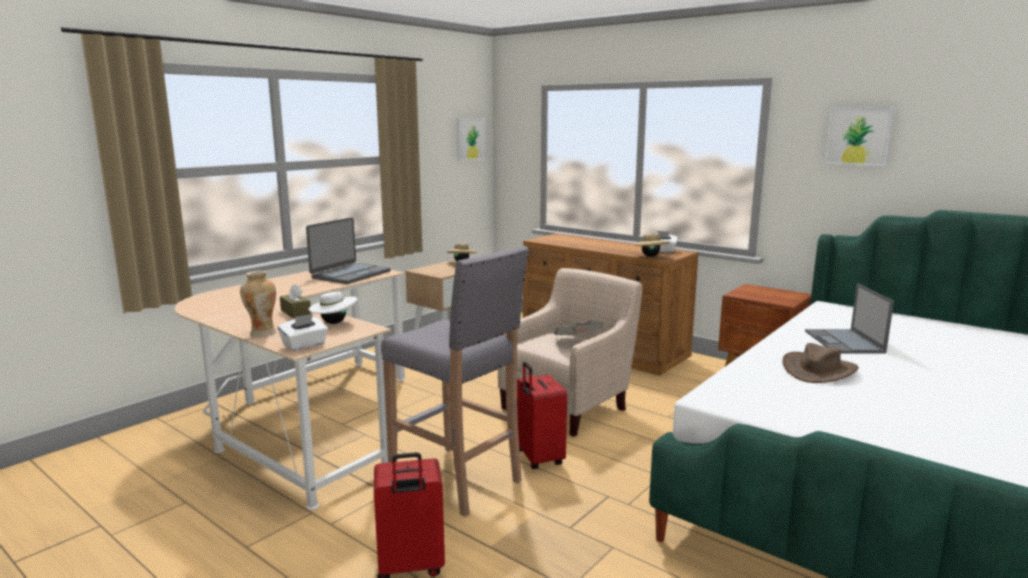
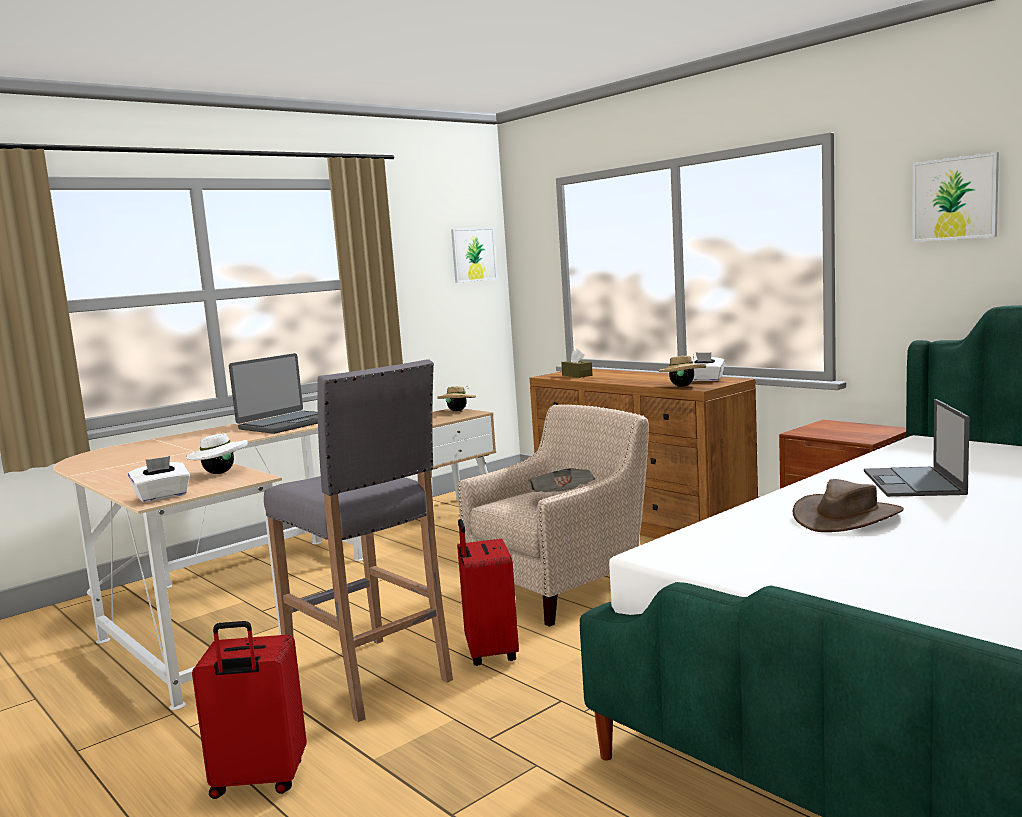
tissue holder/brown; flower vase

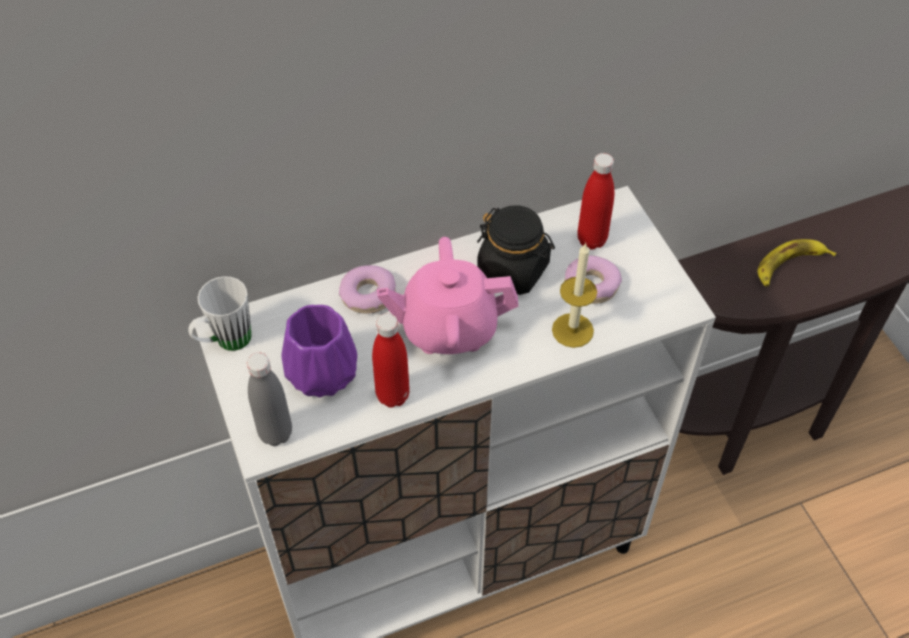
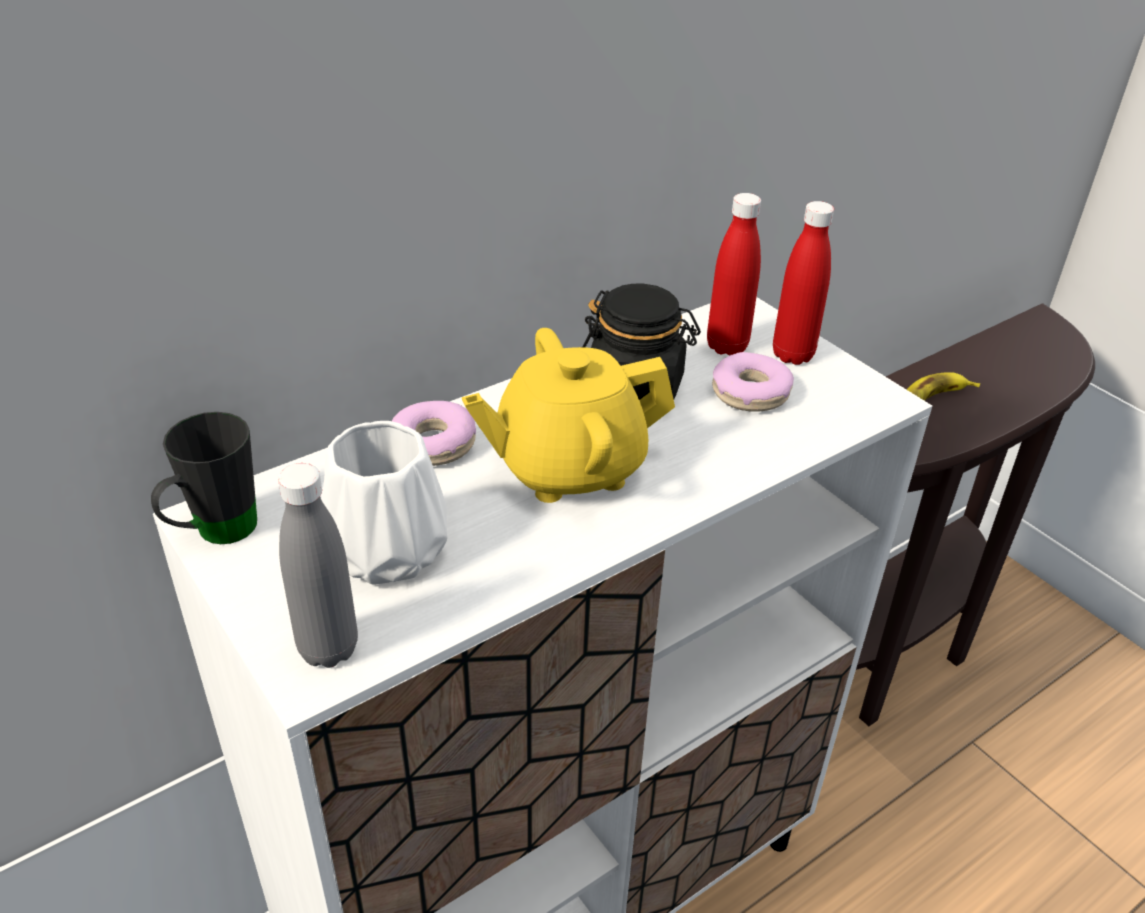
mug/blackish; flower vase/white-coloured; pot for tea/yellow-coloured; bottle/red (2nd from left); wax candle

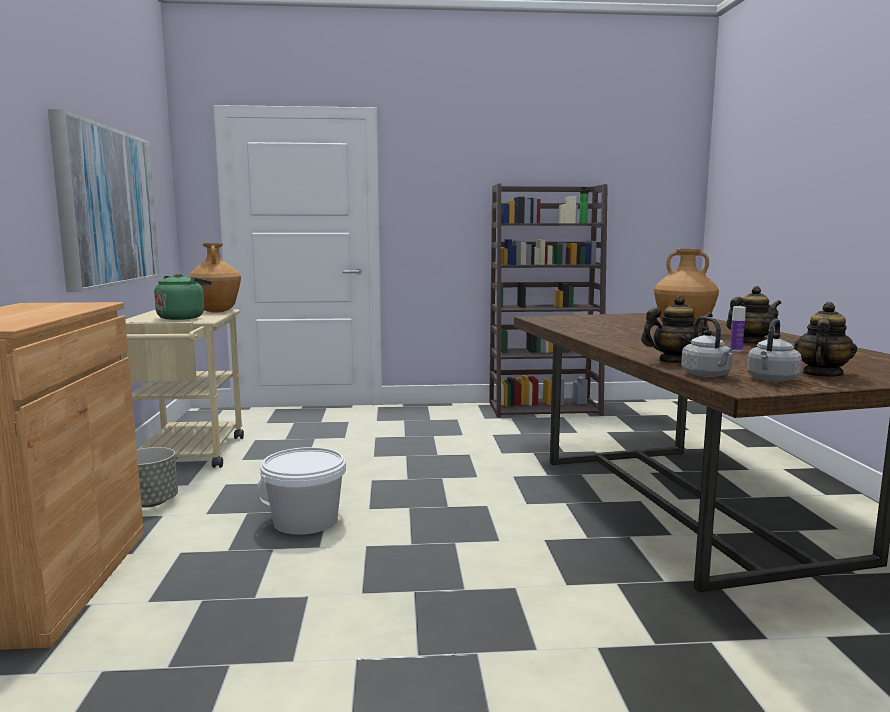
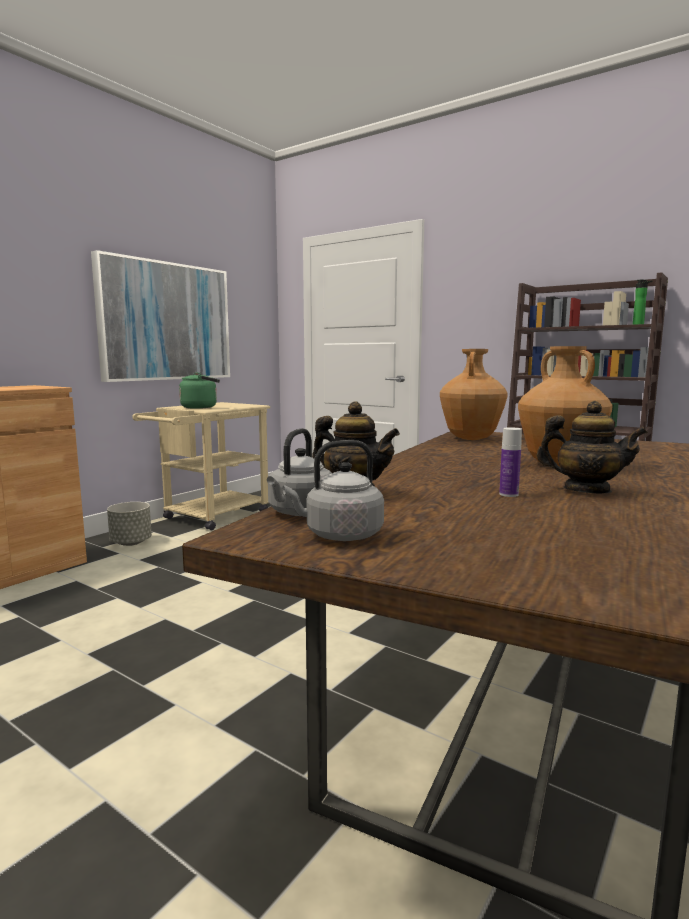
flower vase/brown (1st from left); bucket/white-coloured; pot for tea (3rd from left in the first image)

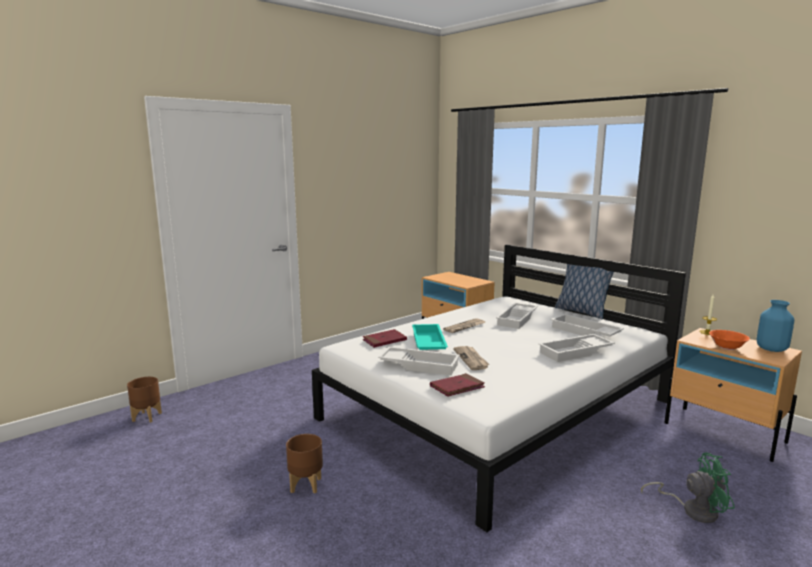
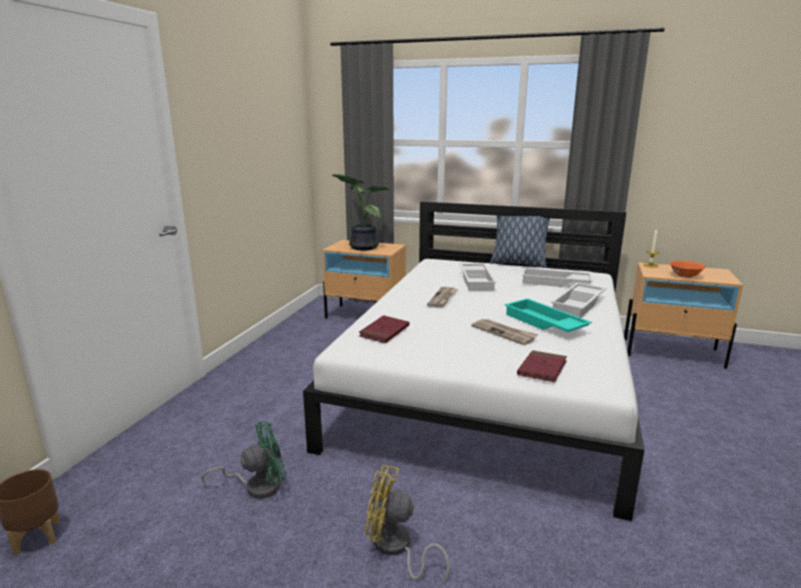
electric fan/green; plant in a pot; electric fan/yellow-coloured; carrying tray/turquoise-coloured; carrying tray/white-coloured (1st from left in the first image); flower vase/blue-coloured

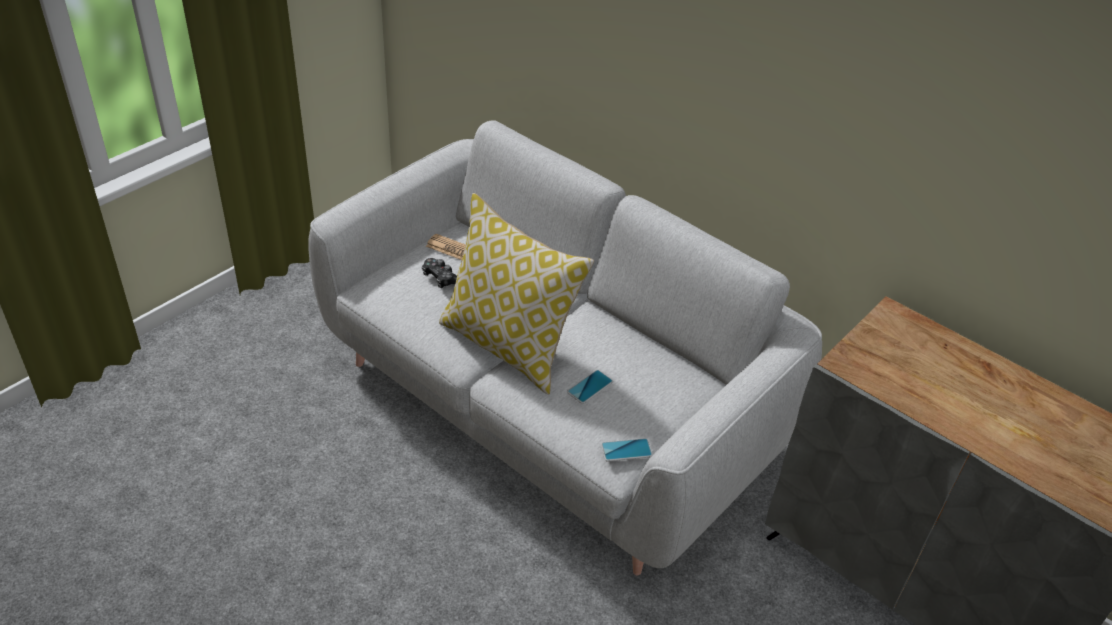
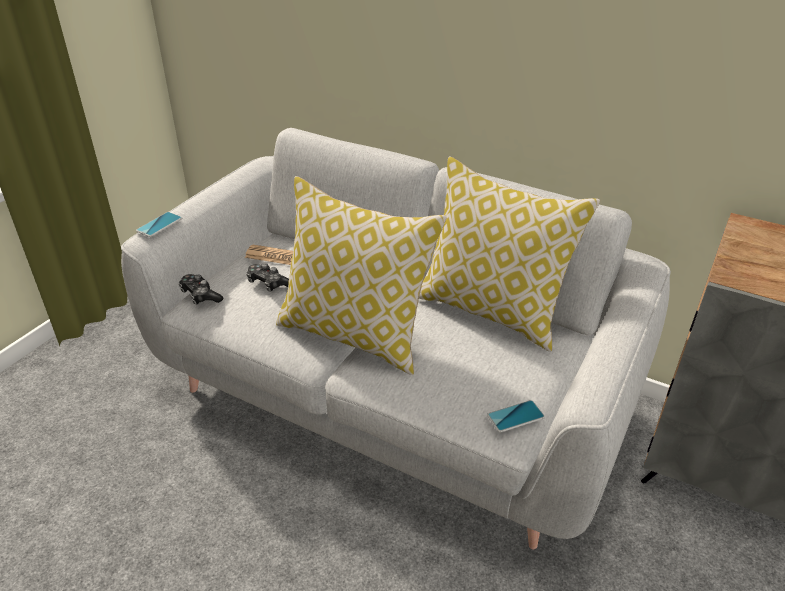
phone (1st from left); game controller (1st from left); pillow (2nd from left)

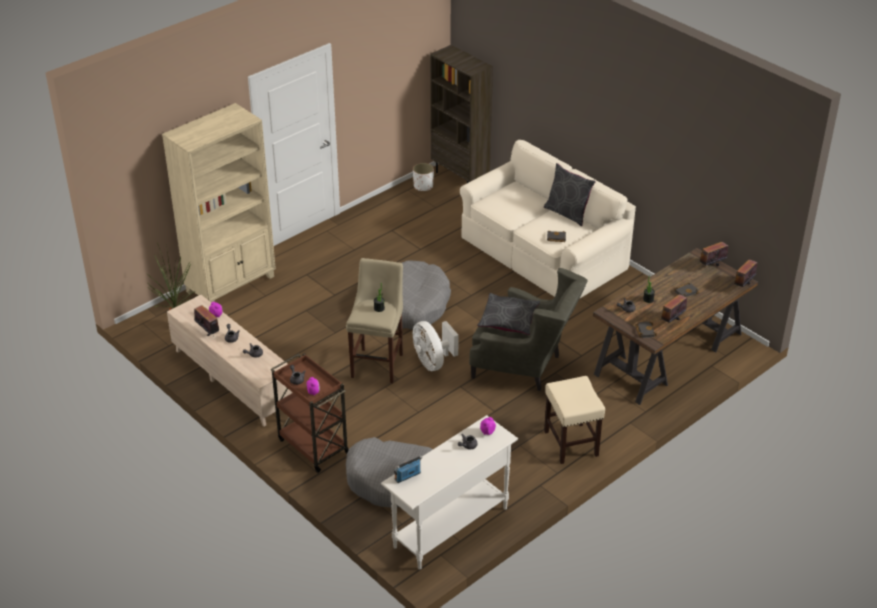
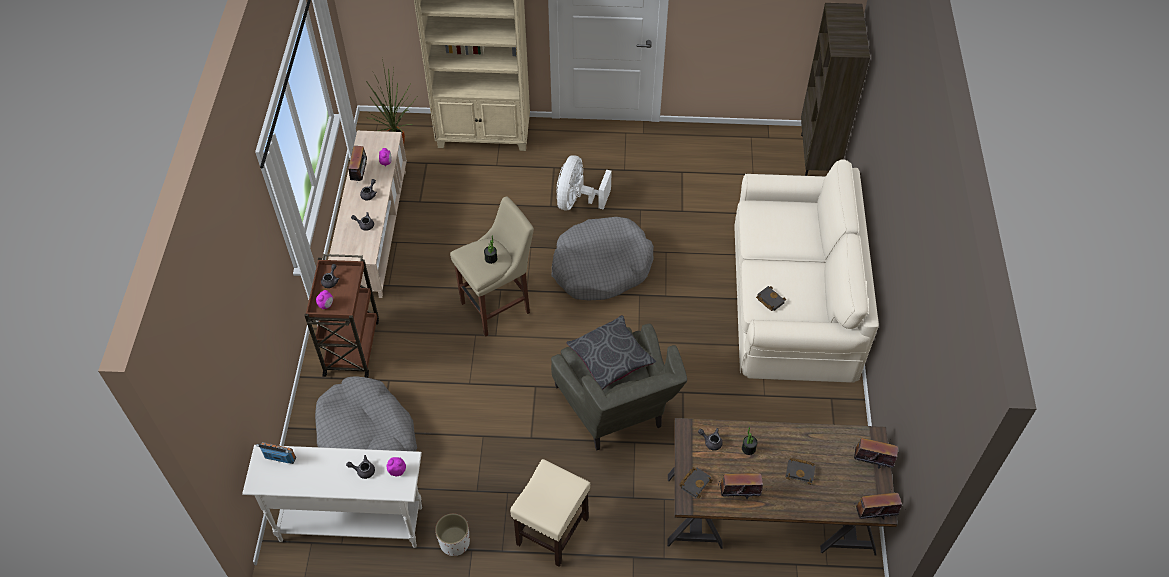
planter/white-coloured; electric fan/white-coloured; pillow/greyish (2nd from left in the first image)

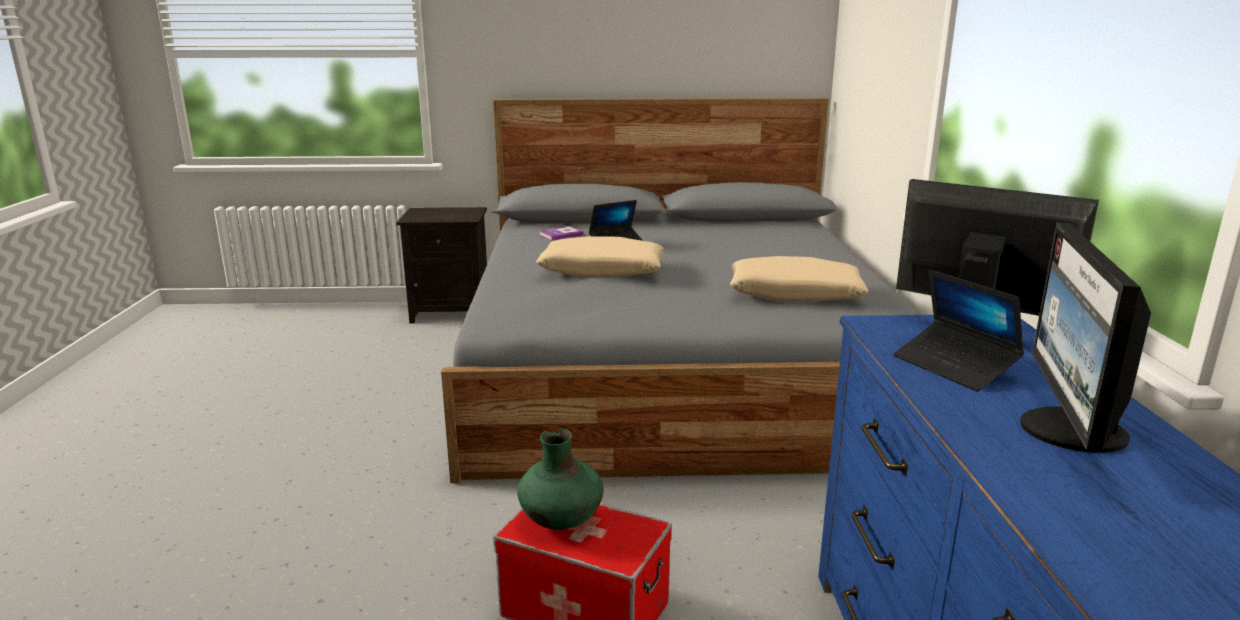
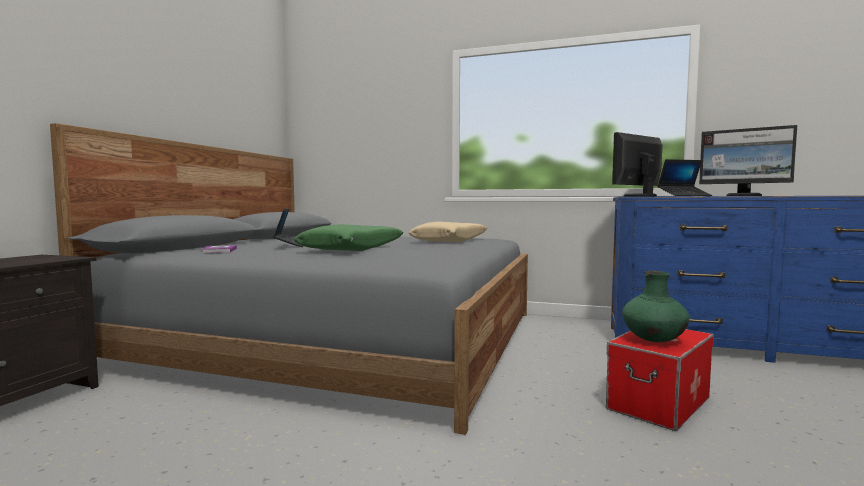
pillow/green

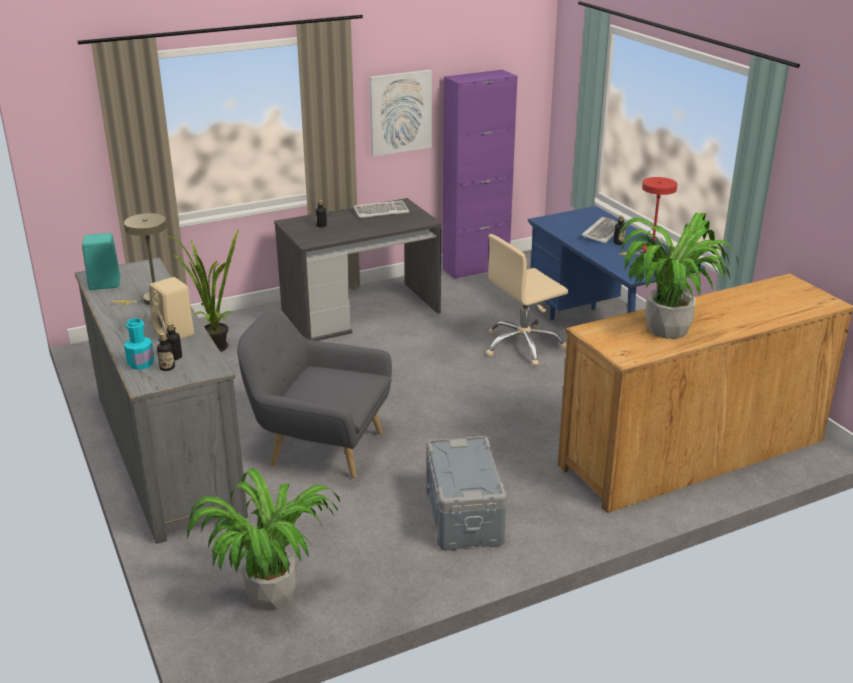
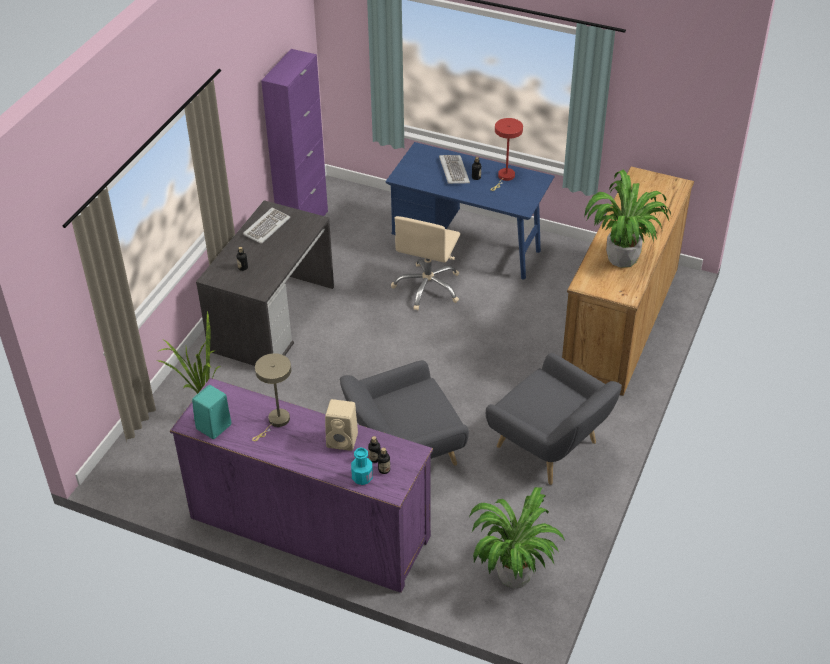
drawer chest/purple-coloured; easy chair/greyish (2nd from left); wall picture

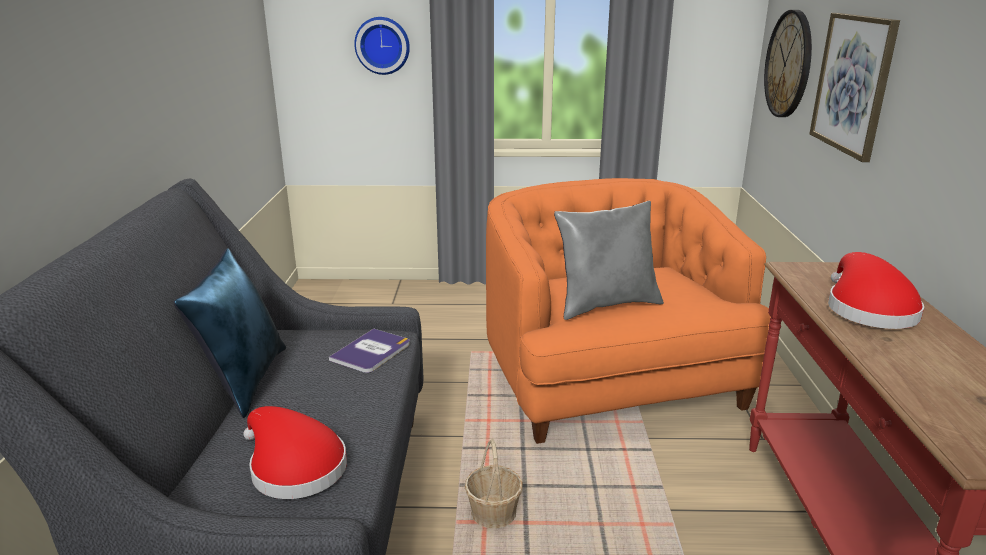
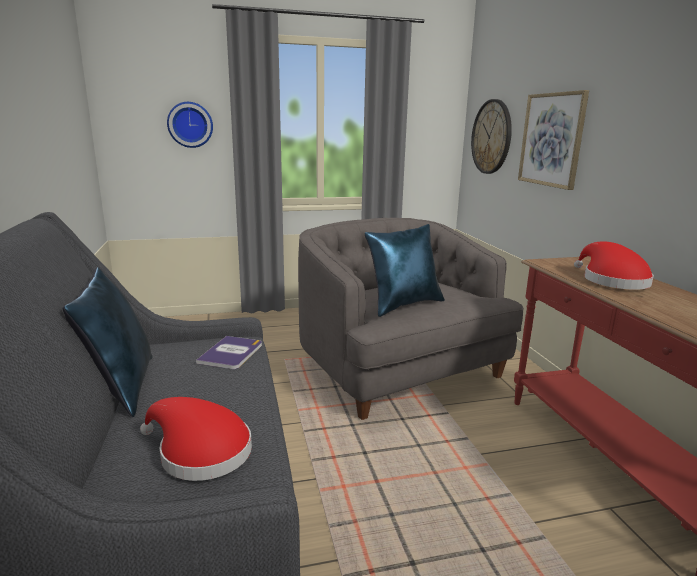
easy chair/greyish; pillow/blue-coloured (2nd from left); household basket

